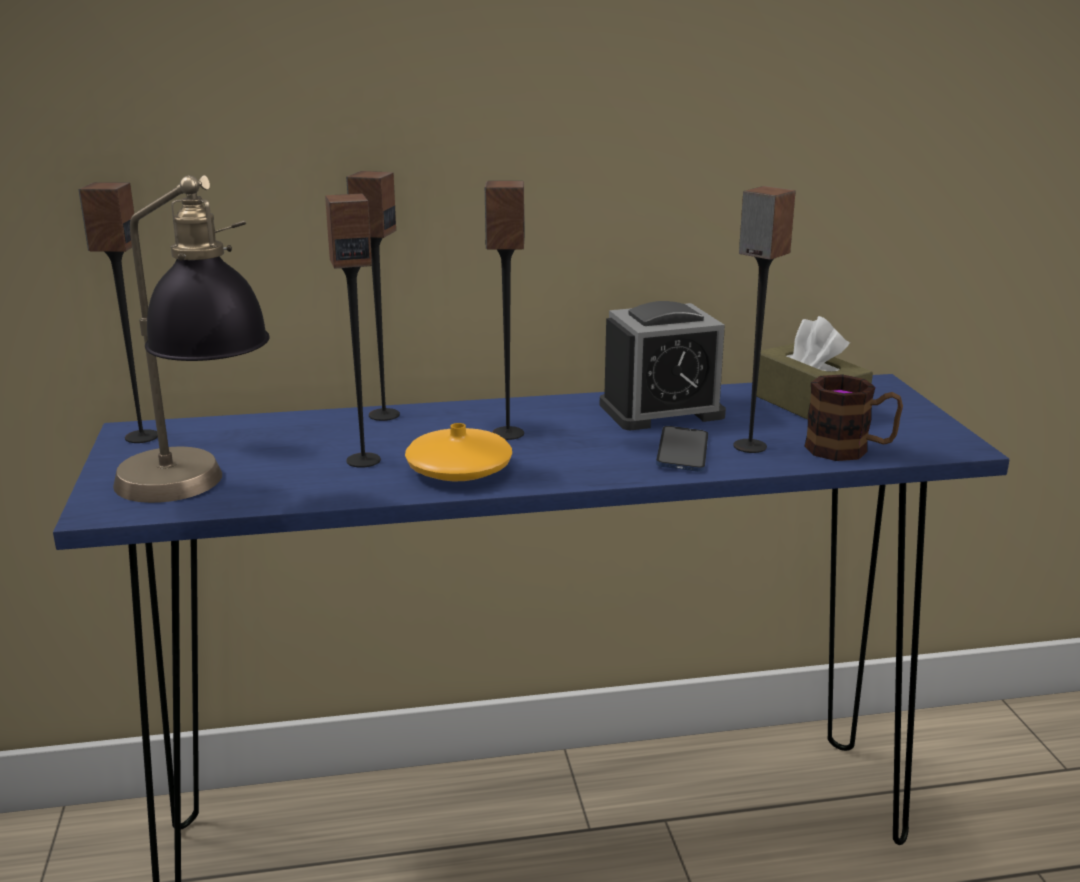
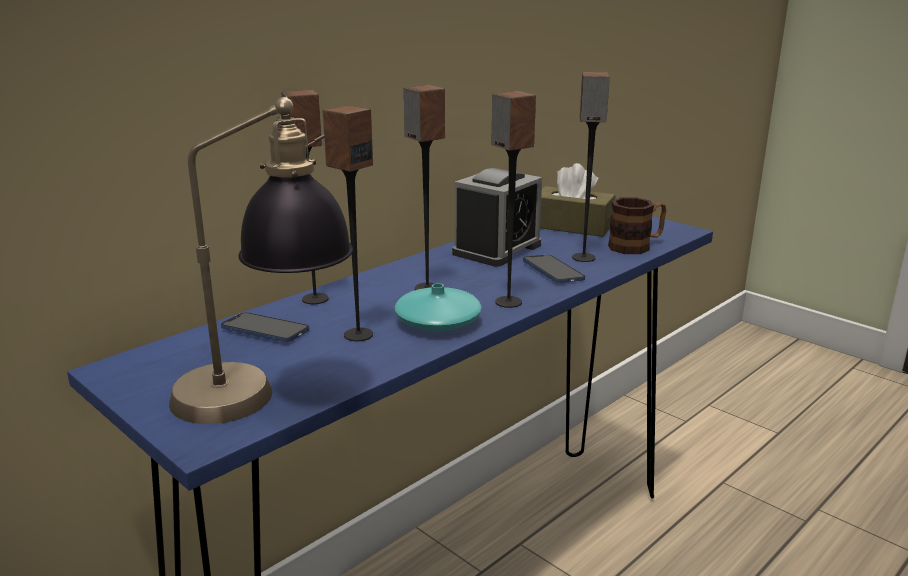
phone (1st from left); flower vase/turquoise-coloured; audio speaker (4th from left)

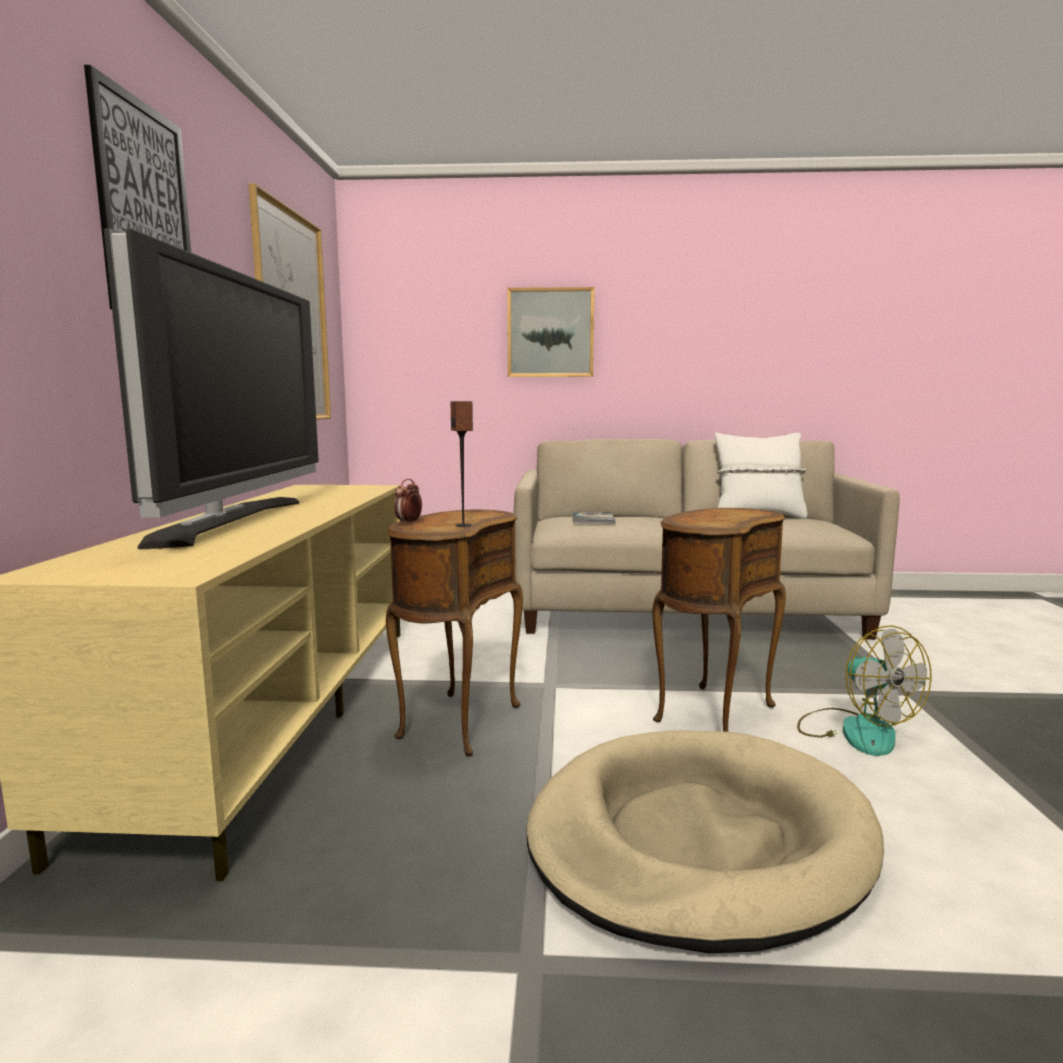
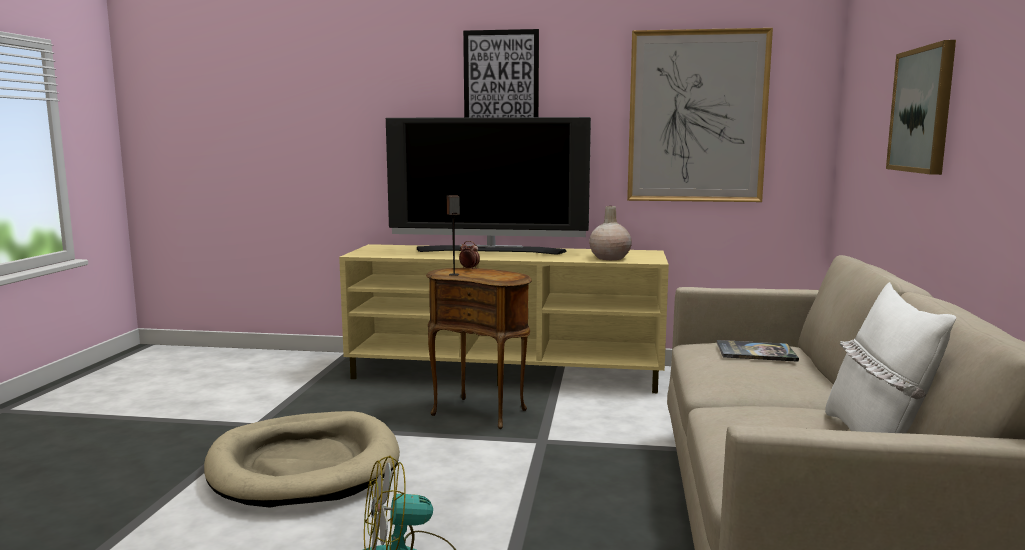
flower vase/sand-coloured; side table/brown (2nd from left in the first image)

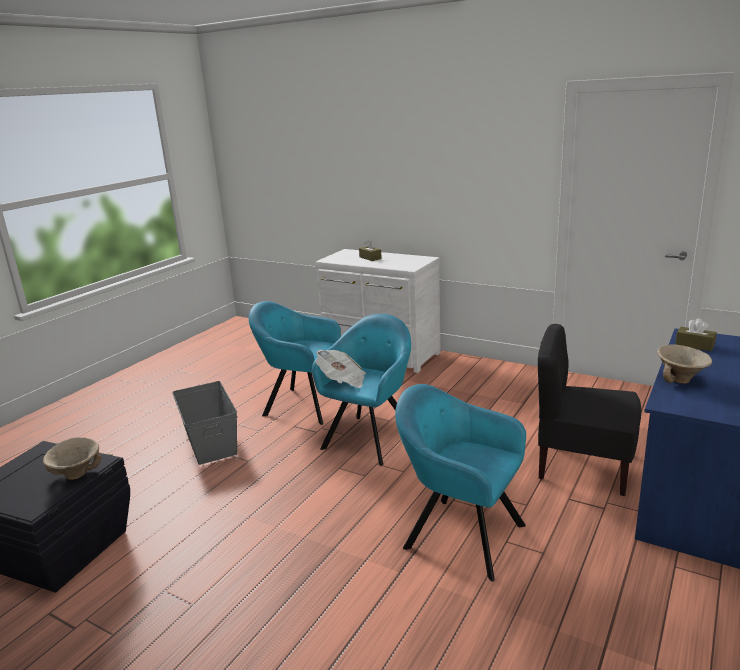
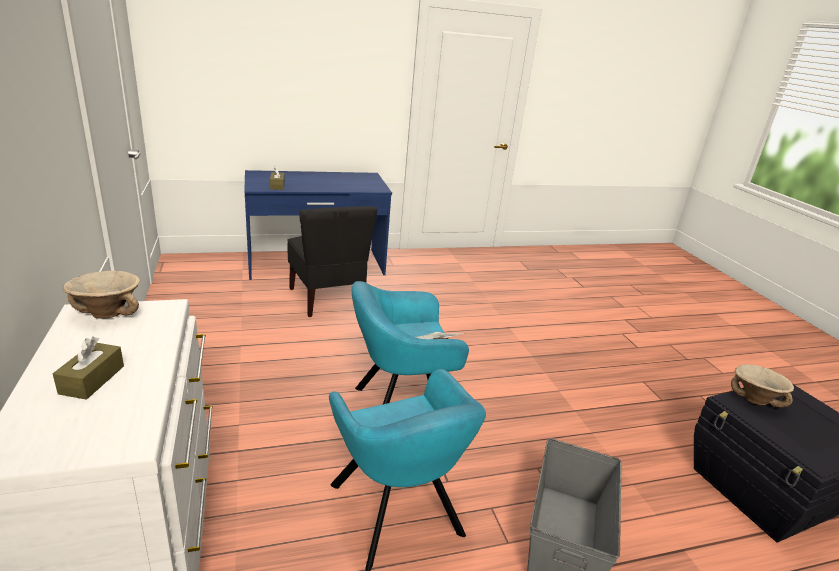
serving bowl/sand-coloured (1st from left); easy chair/turquoise-coloured (3rd from left in the first image)

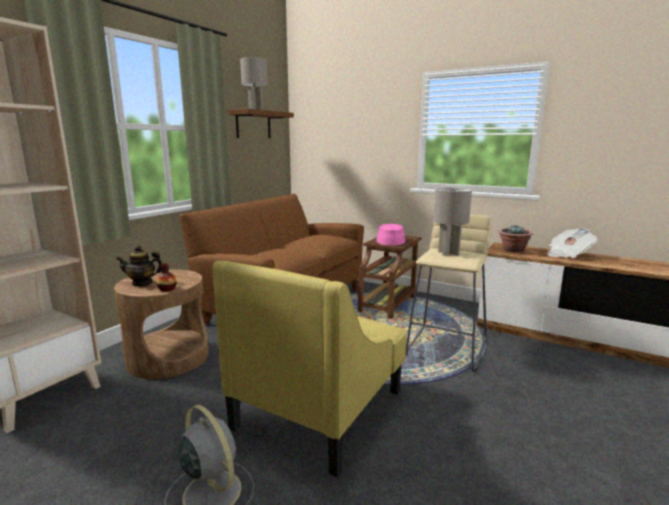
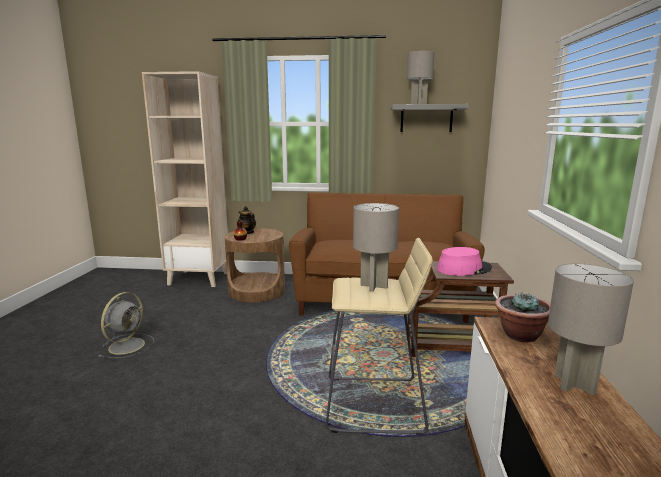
bracket shelf/greyish; tabletop lamp/greyish (3rd from left); easy chair/yellow-coloured

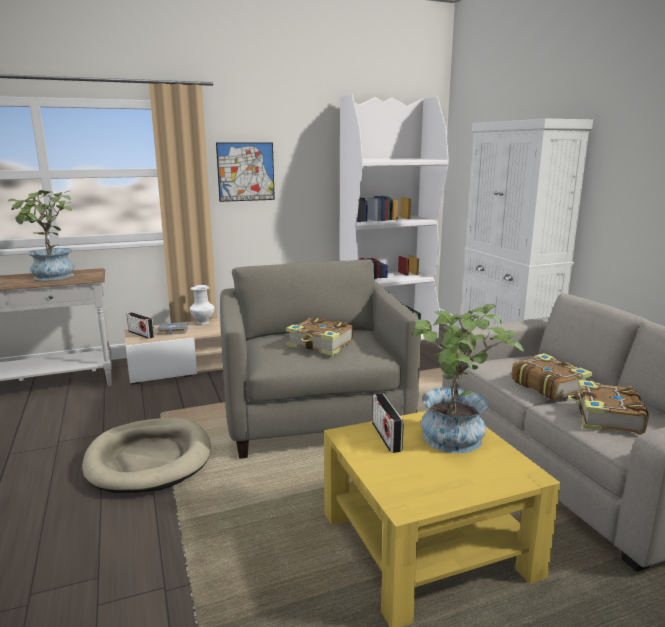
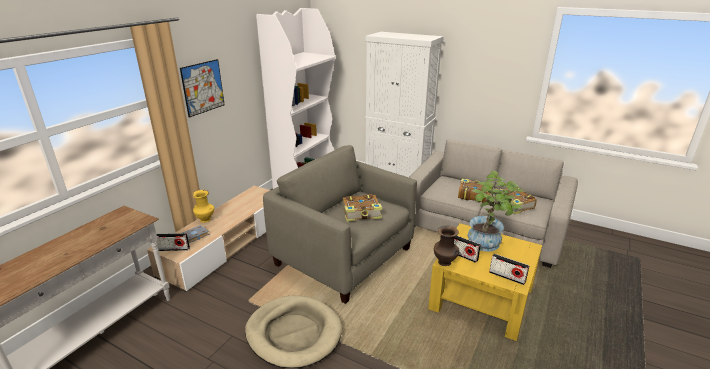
flower vase/yellow-coloured; flower vase/brown; radio receiver (3rd from left); plant in a pot (1st from left in the first image)

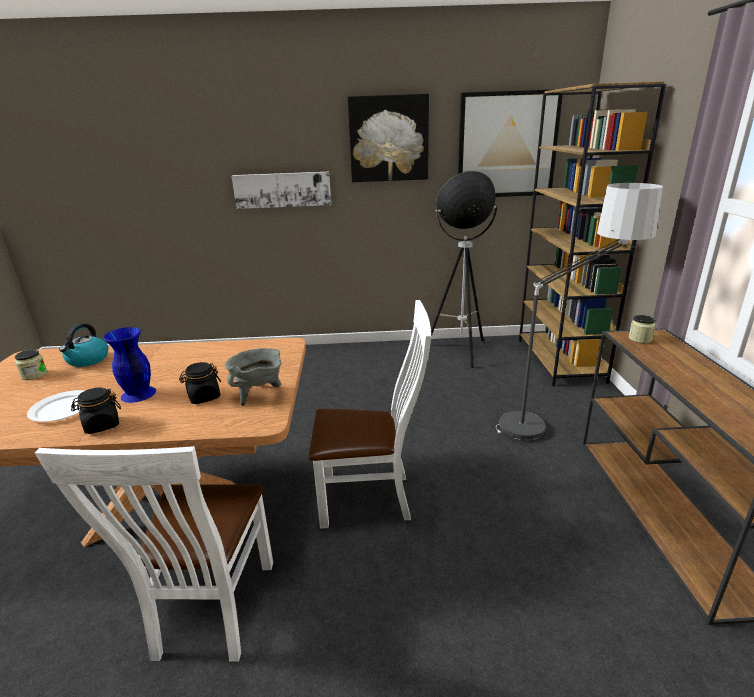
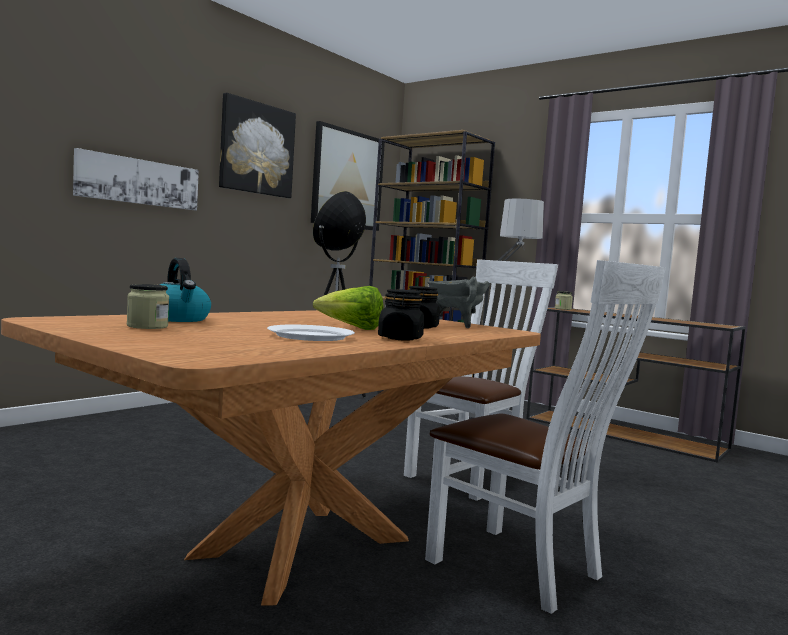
lettuce head

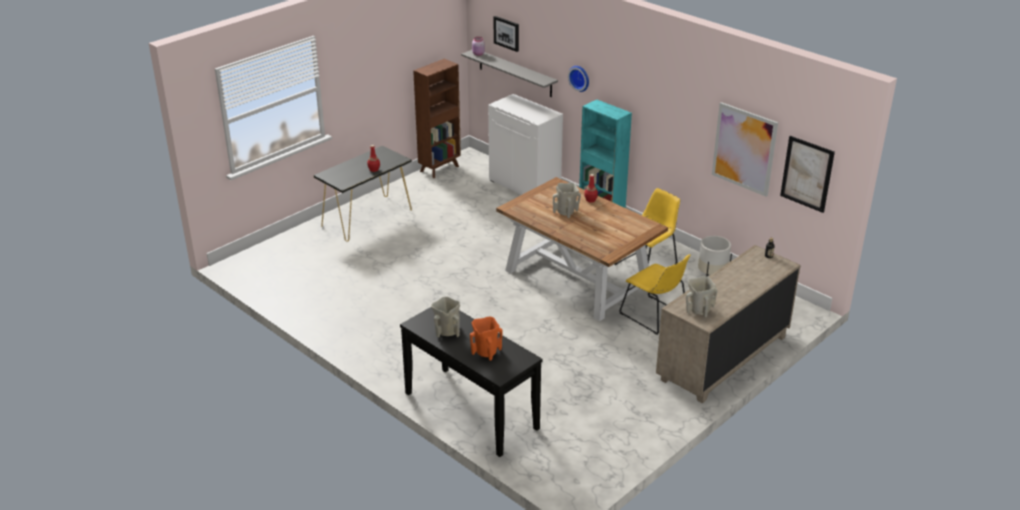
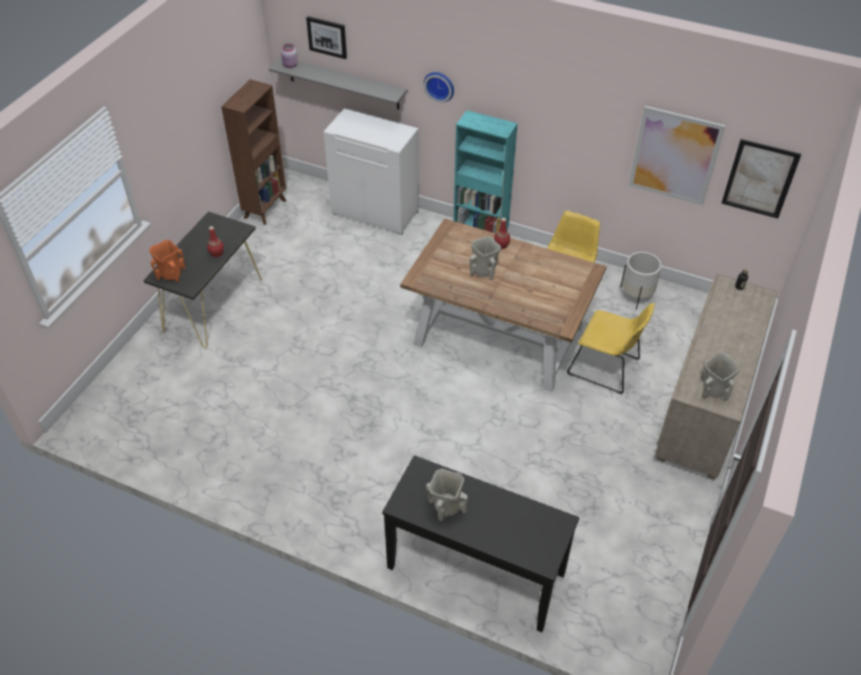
flower vase/orangey

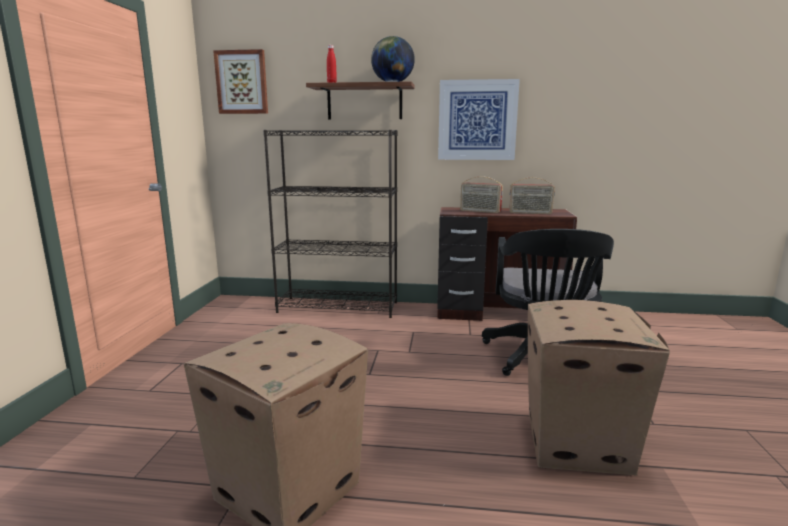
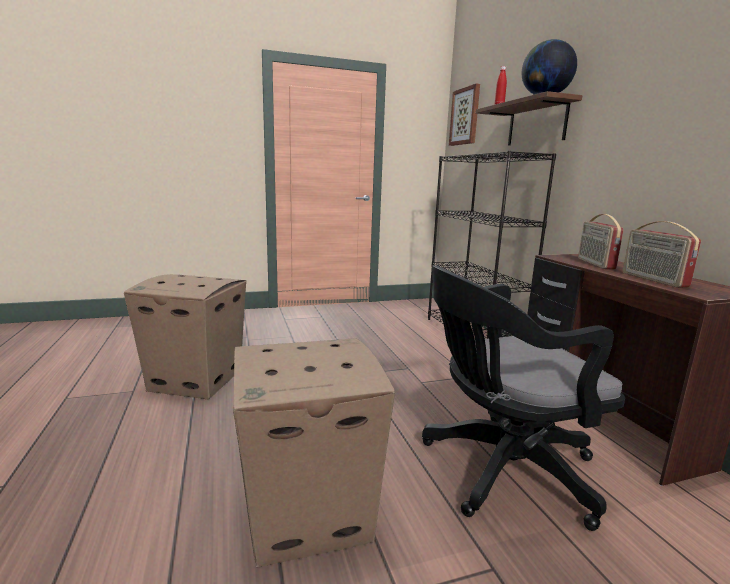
wall picture (2nd from left in the first image)

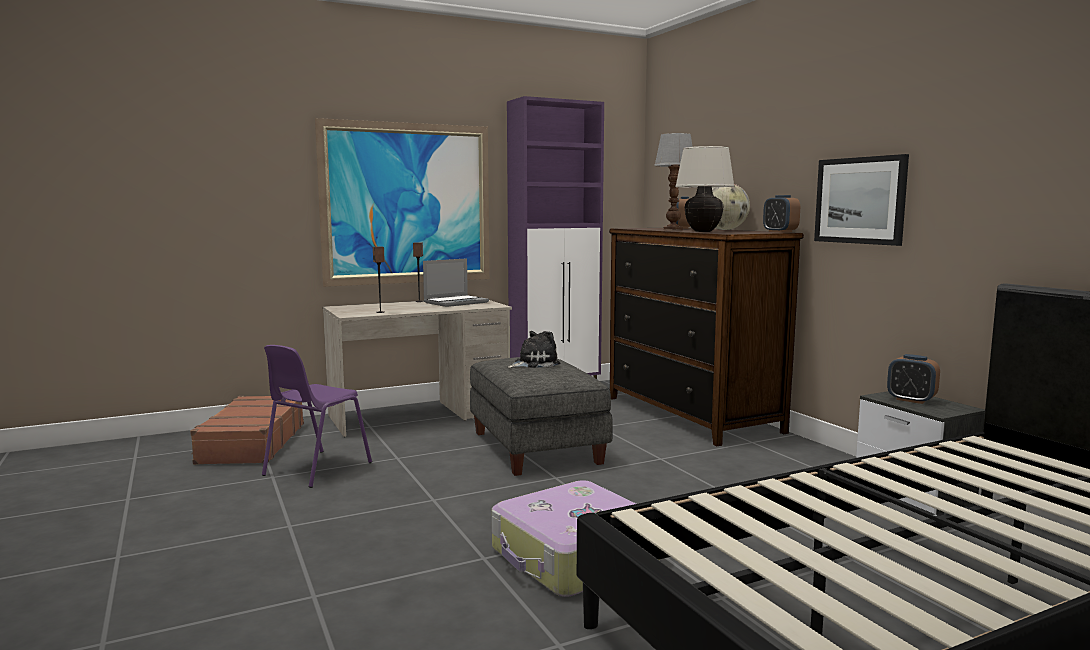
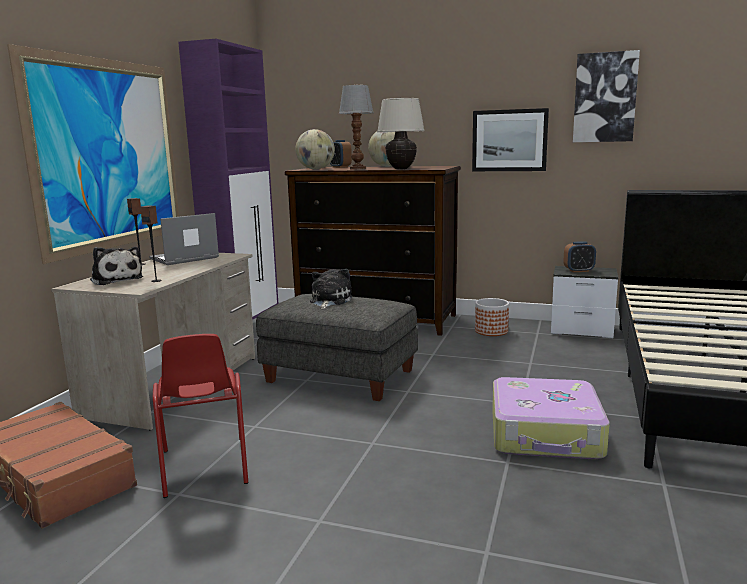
plush toy (1st from left); laptop; plain chair/red; desk globe (1st from left); planter; wall picture (3rd from left); alarm clock (2nd from left in the first image)

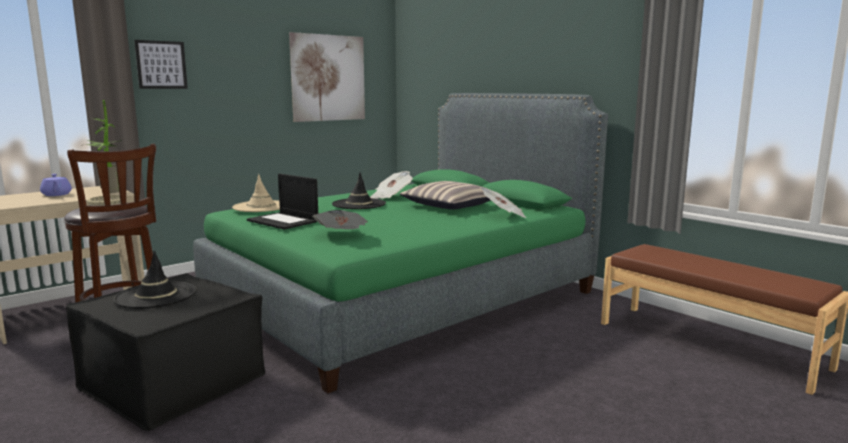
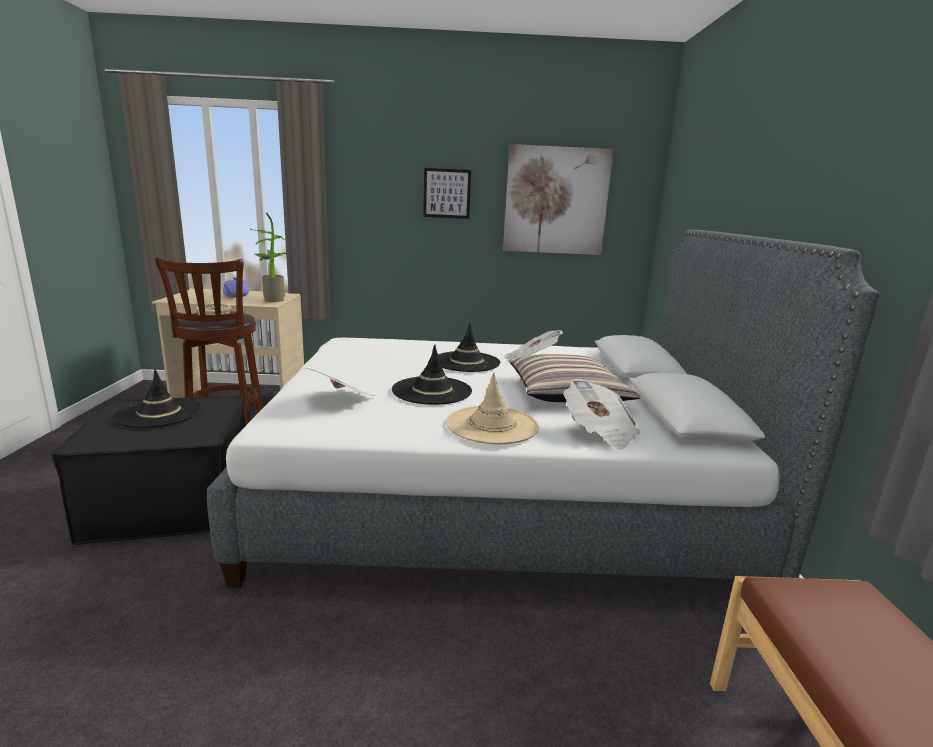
bed/white-coloured; clothing hat/blackish (2nd from left); wall picture (1st from left); clothing hat/sand-coloured; laptop

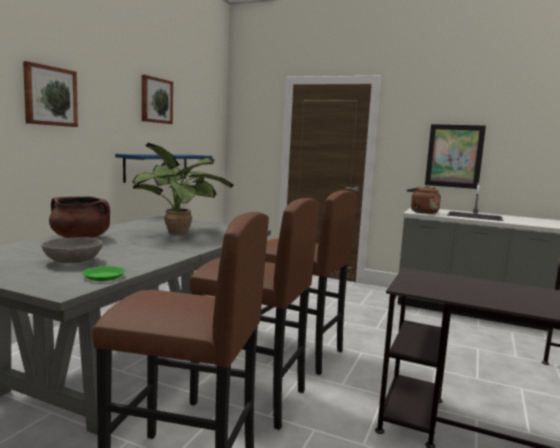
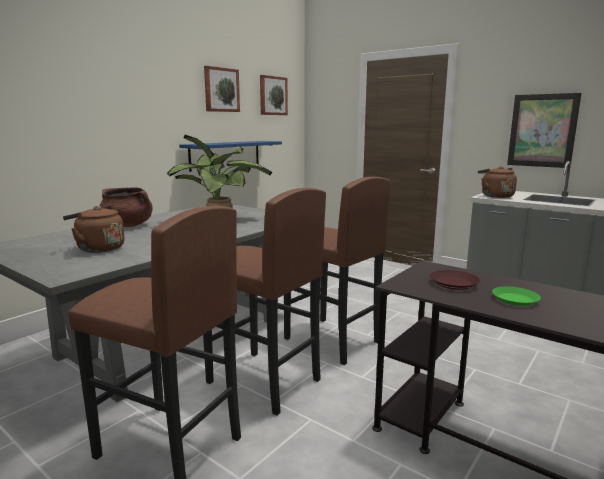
kettle/brown (1st from left); wall picture (2nd from left); flat dish/brown; flat dish/green

